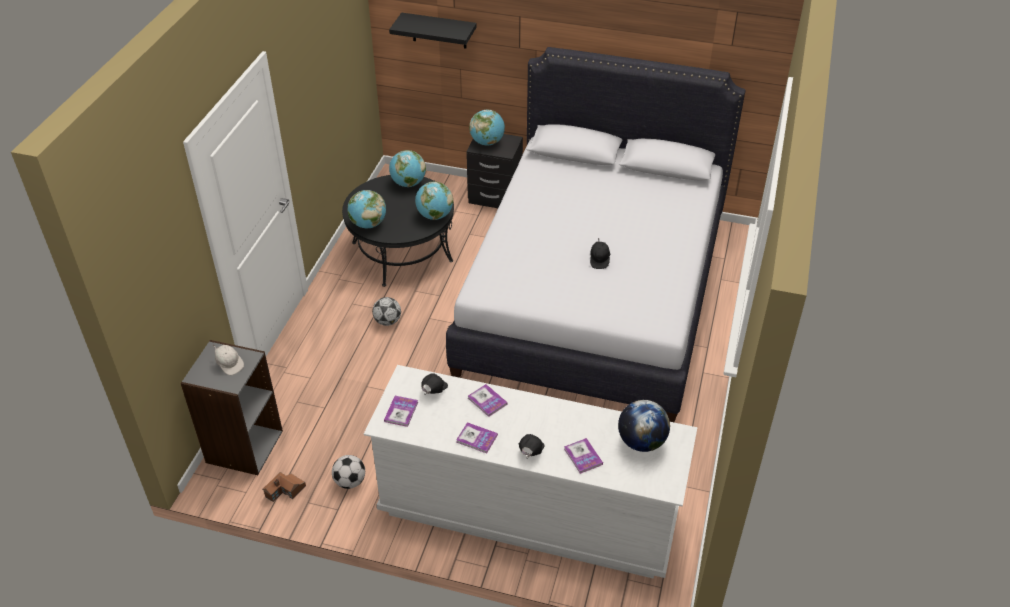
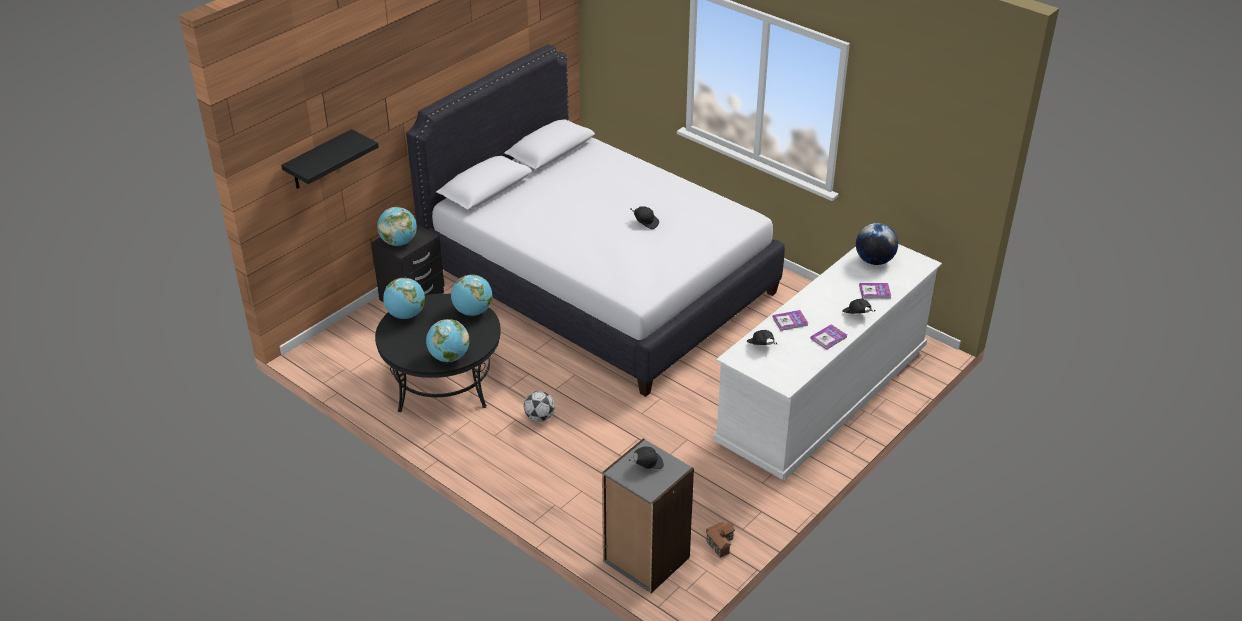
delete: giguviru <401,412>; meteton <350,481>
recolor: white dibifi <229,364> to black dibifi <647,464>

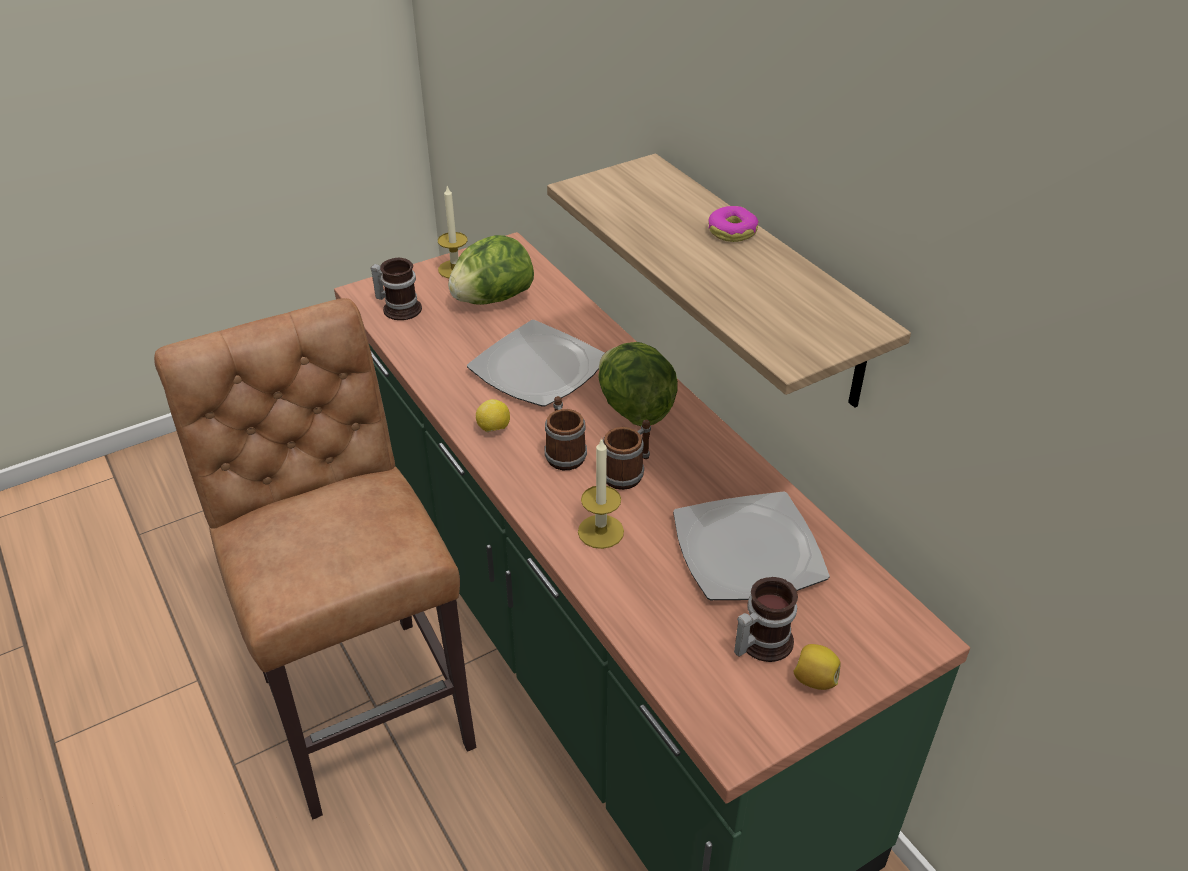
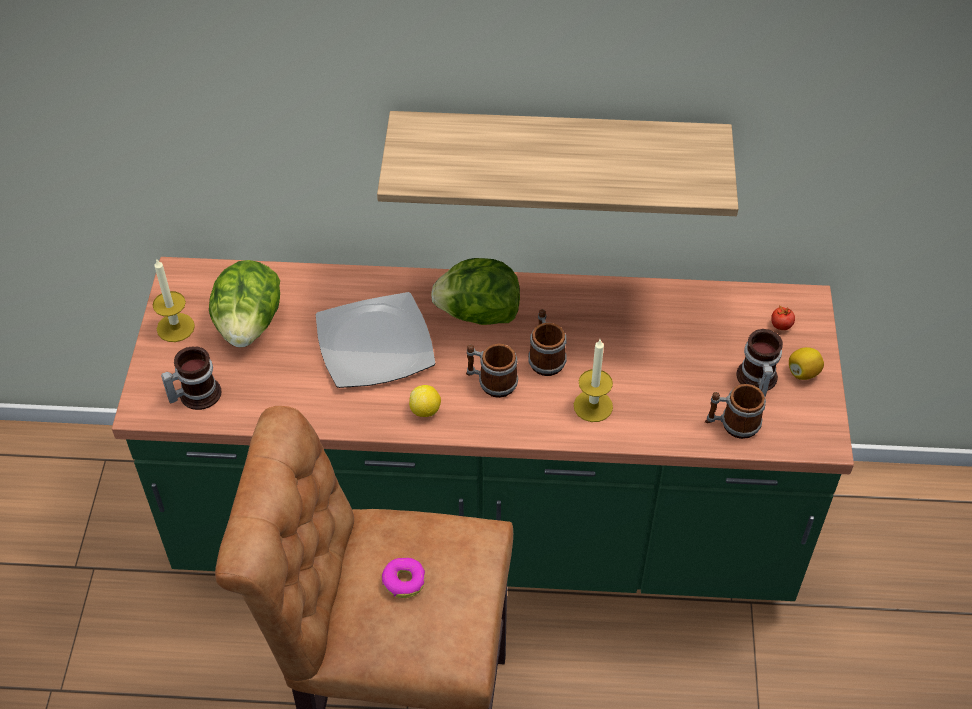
delete: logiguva <749,551>
insert: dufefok <781,325>; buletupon <732,424>
move: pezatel <732,231> to <404,581>

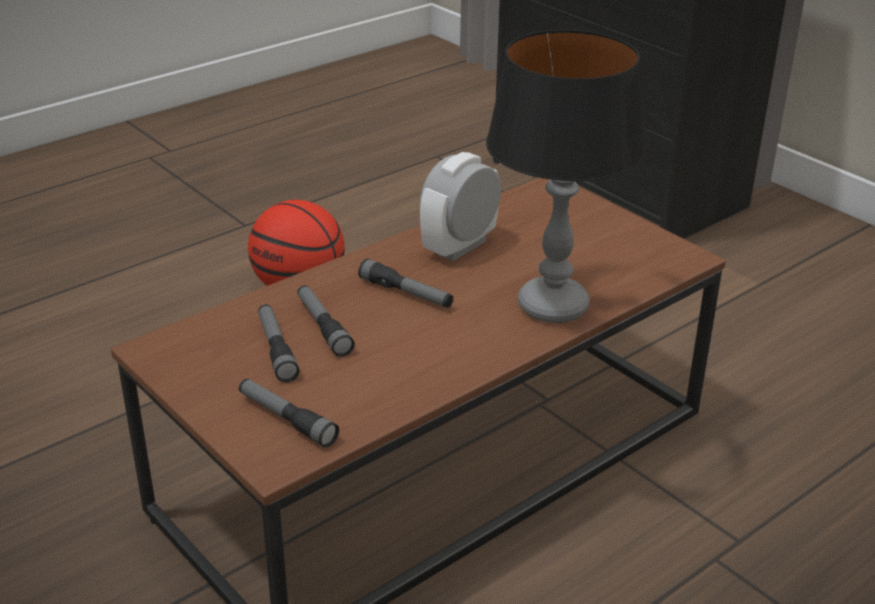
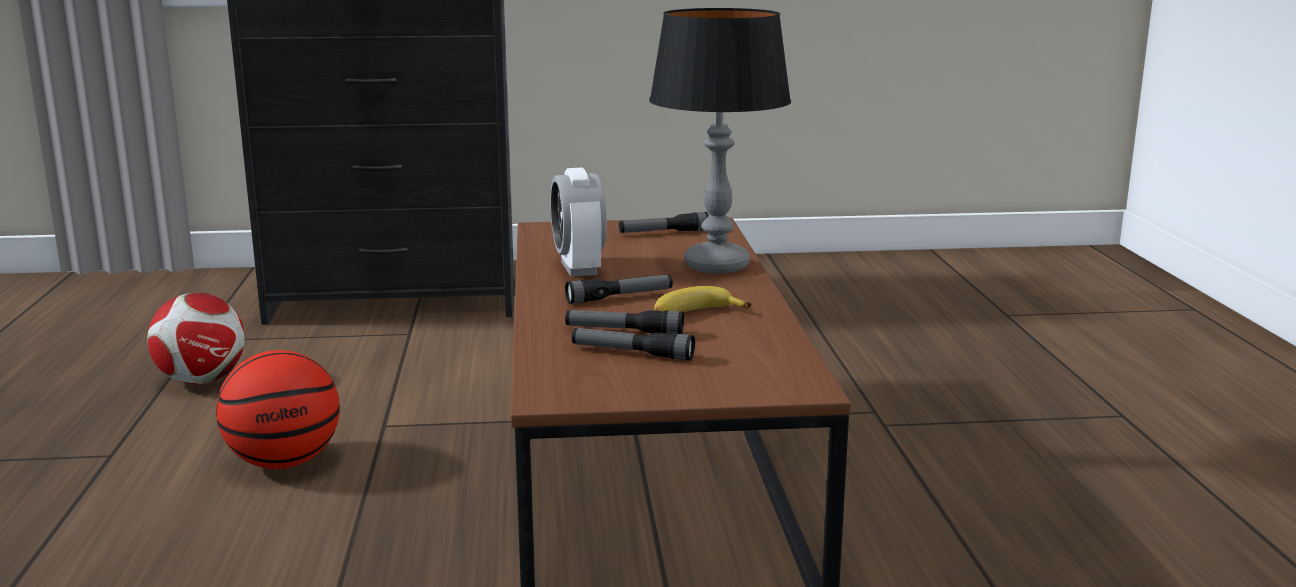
insert: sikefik <695,314>; meteton <201,381>
move: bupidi <286,419> to <663,232>

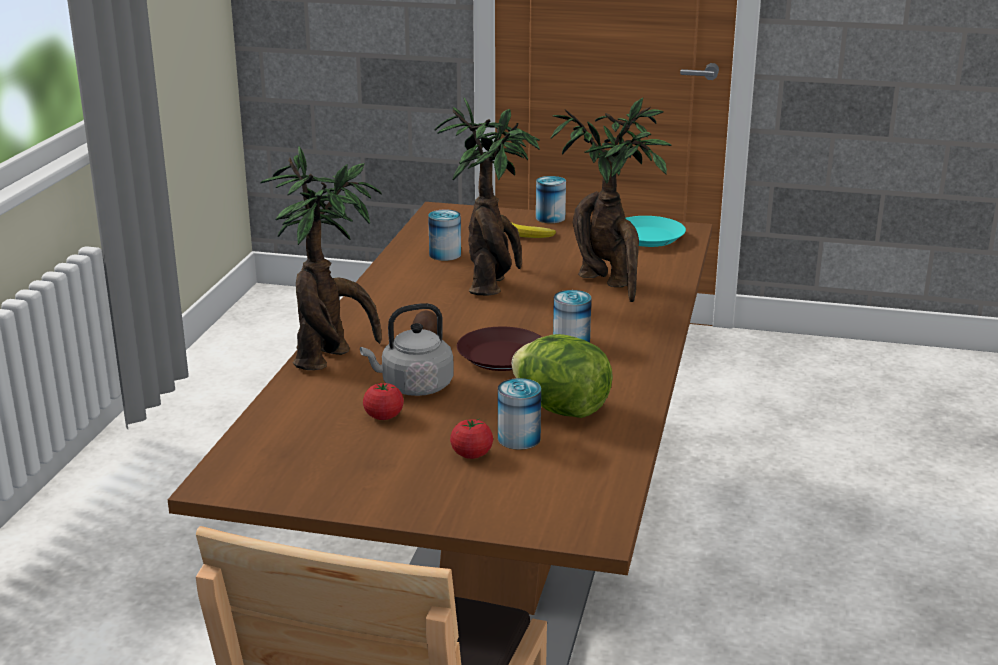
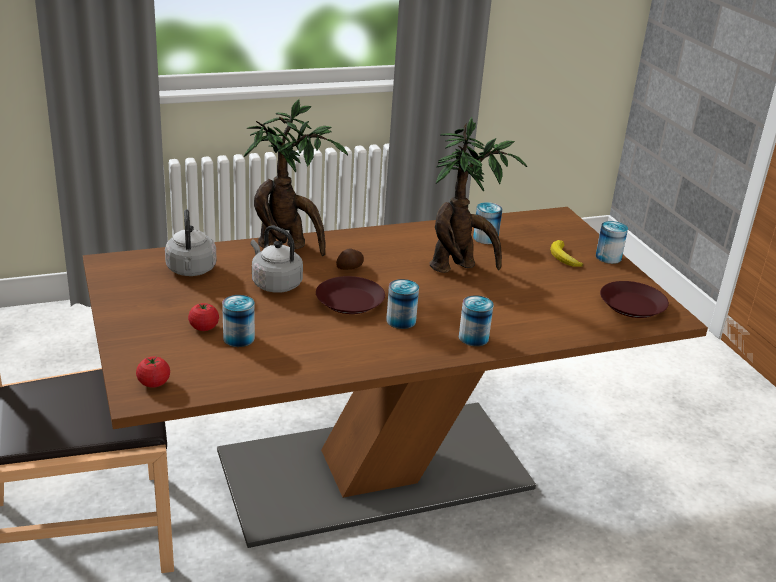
delete: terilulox <609,284>; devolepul <561,409>
insert: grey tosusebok <191,270>; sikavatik <473,338>
move: dufefok <383,416> to <154,383>
recolor: turquoise logiguva <647,237> to brown logiguva <632,305>

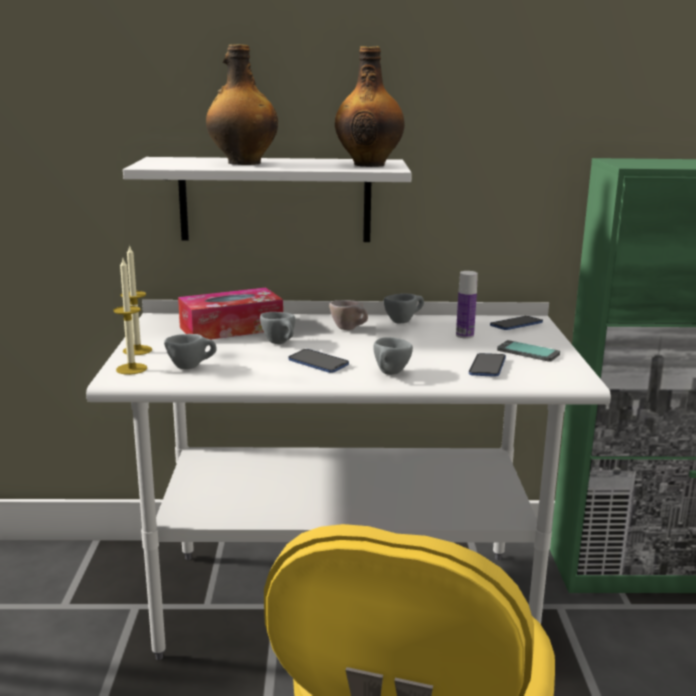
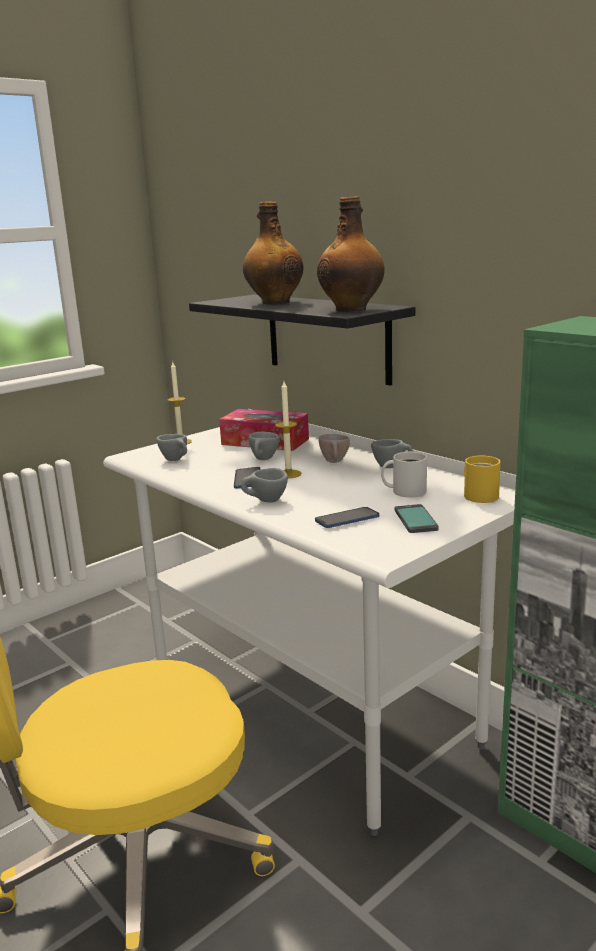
move: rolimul <131,369> to <288,474>
replace: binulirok <464,335> to white buletupon <406,491>; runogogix <516,324> to yellow buletupon <480,495>
recolor: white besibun <275,200> to black besibun <327,337>

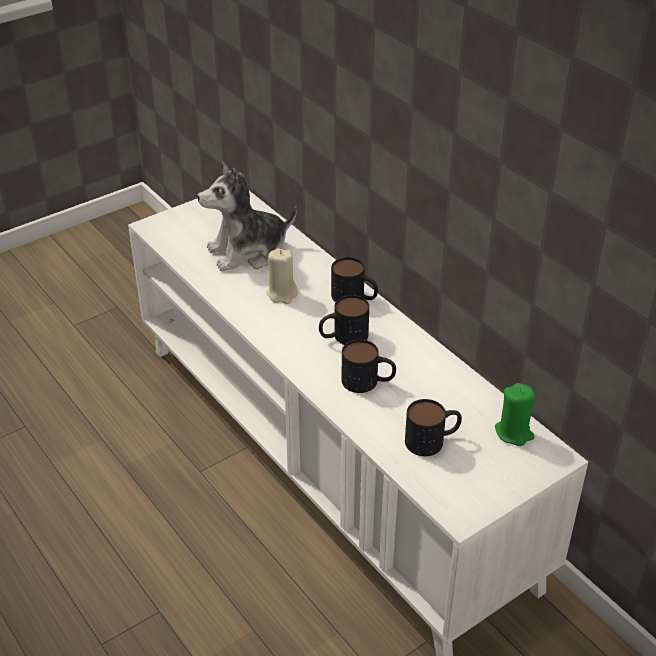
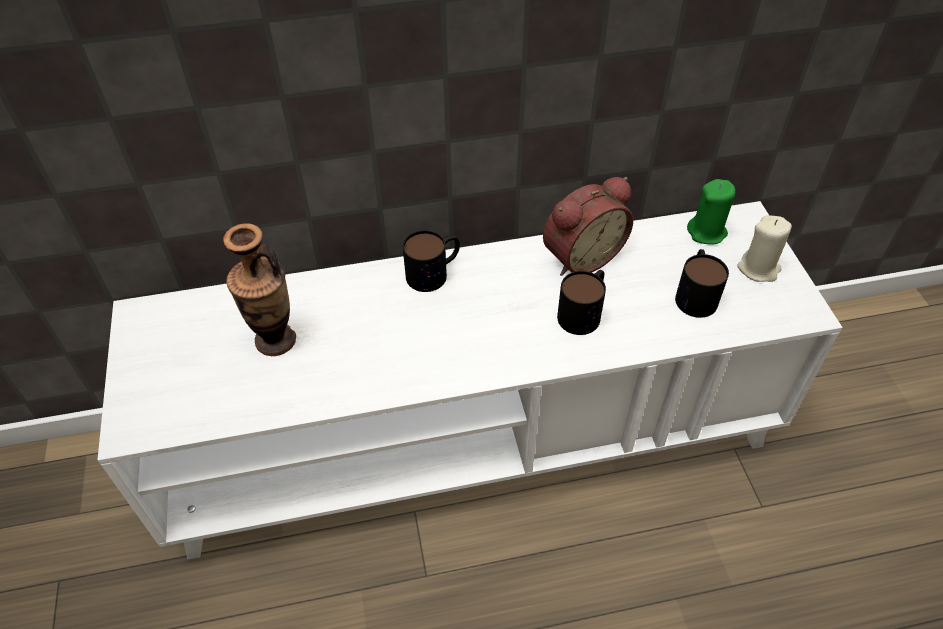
delete: buletupon <343,337>
insert: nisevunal <580,256>
move: beige rolimul <282,294> to <758,269>
replace: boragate <248,252> to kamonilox <275,340>

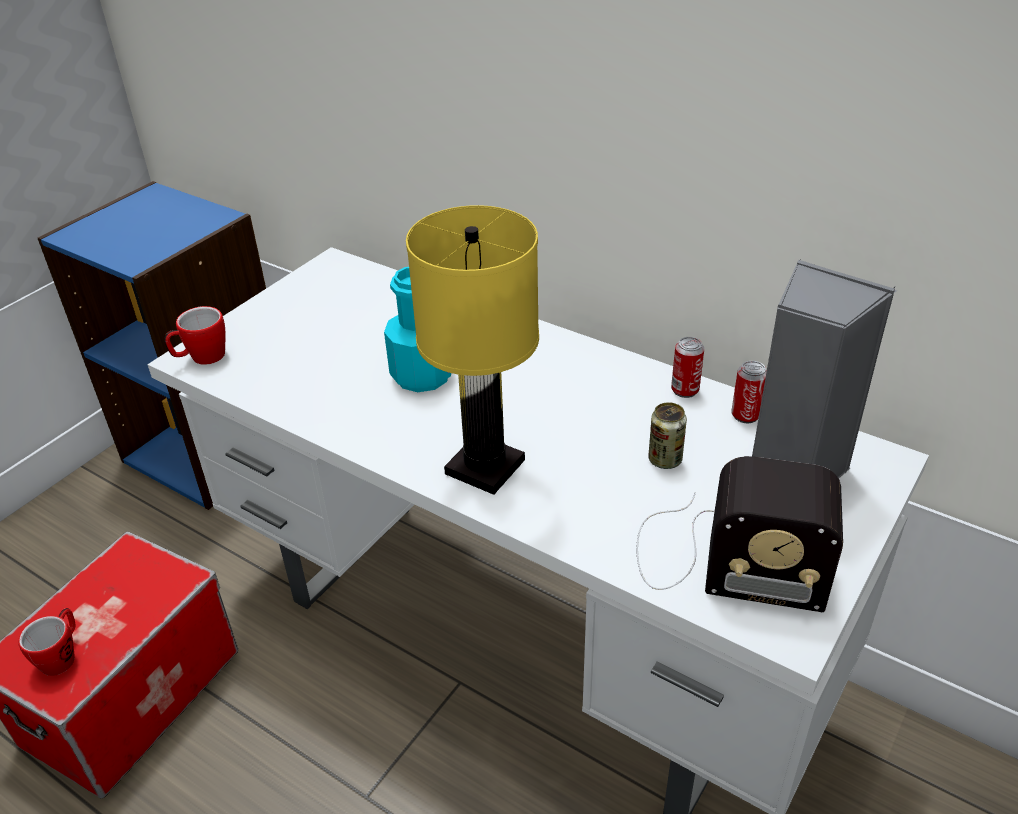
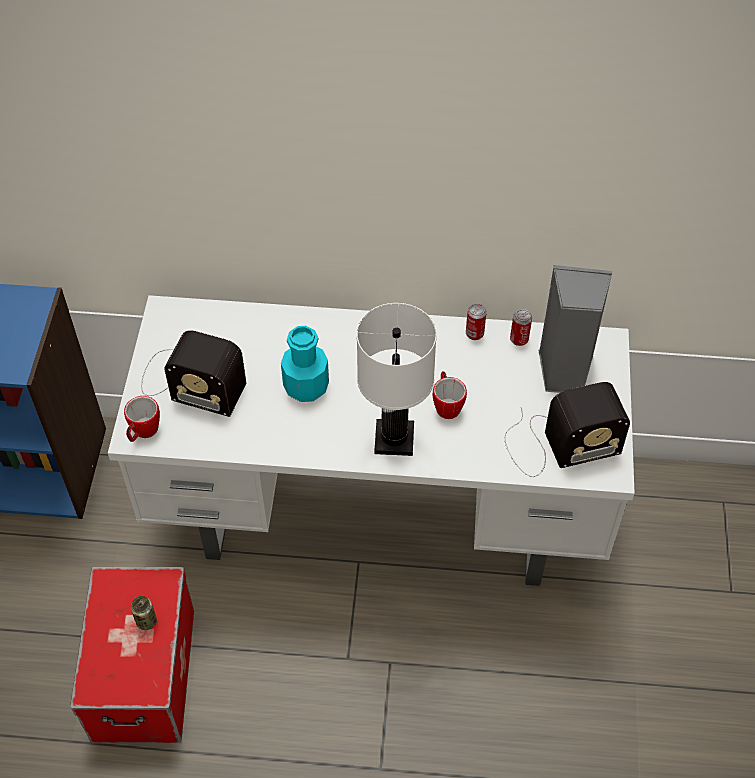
insert: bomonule <189,381>
move: sikavatik <664,460> to <146,621>; buletupon <62,656> to <446,405>
recolor: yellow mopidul <485,468> to white mopidul <395,439>

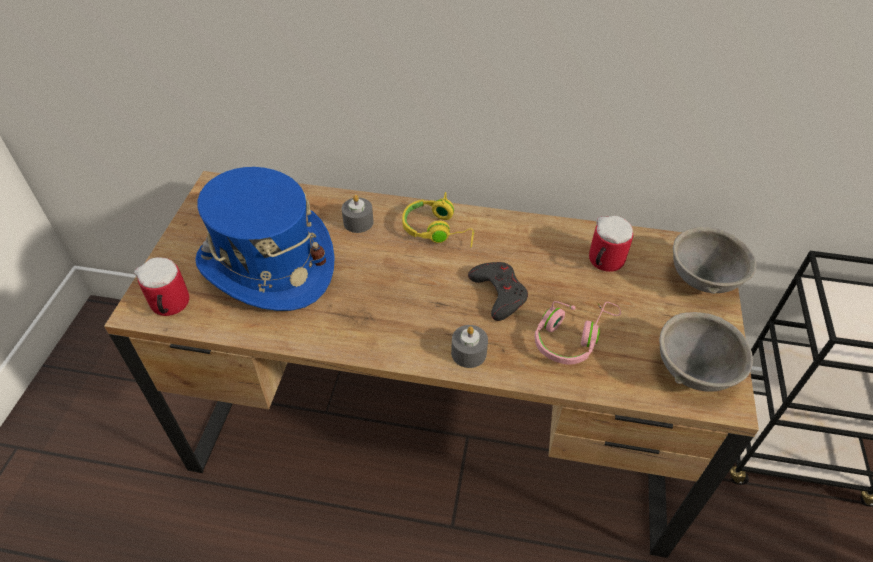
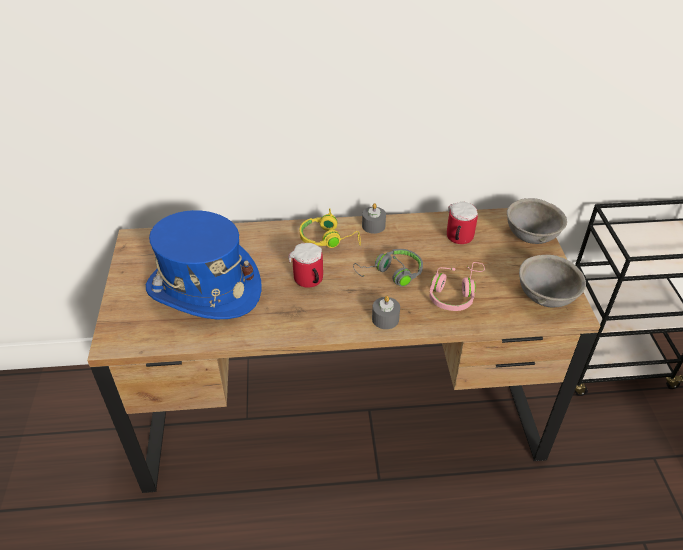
move: grey rolimul <358,222> to <373,226>; buletupon <168,307> to <309,281>
replace: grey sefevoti <498,293> to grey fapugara <391,274>

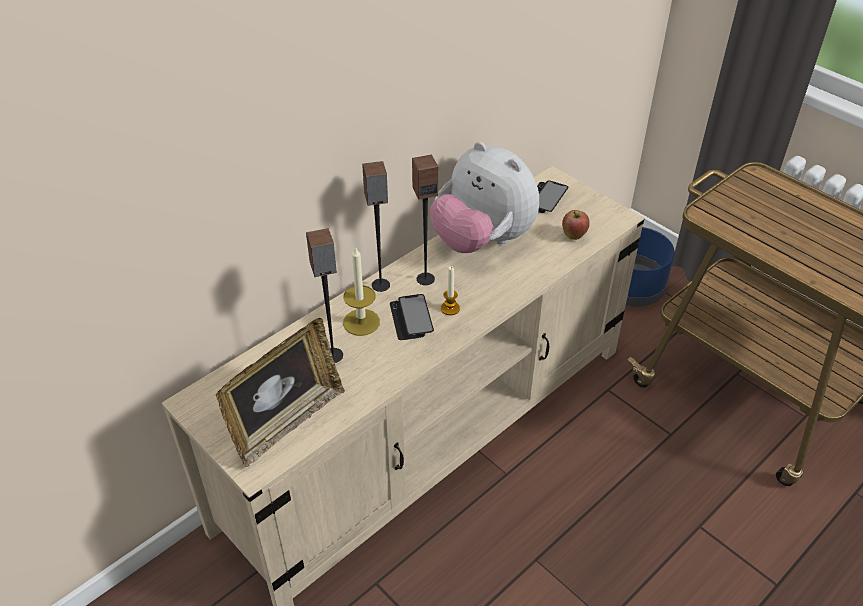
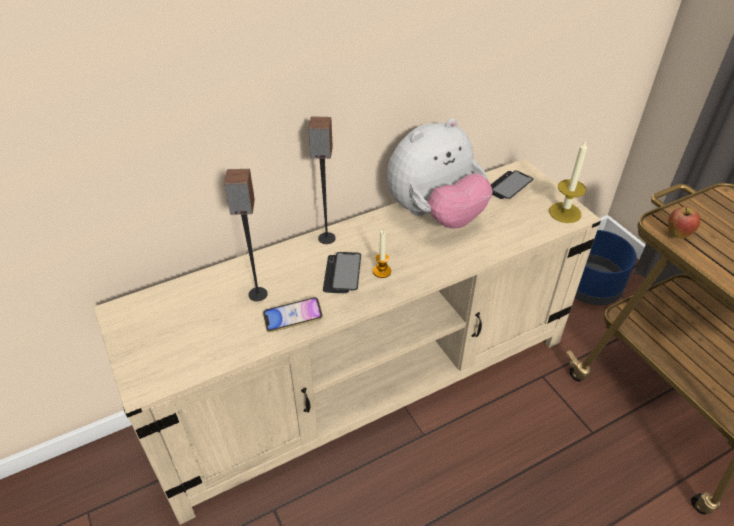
delete: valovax <425,278>; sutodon <286,422>
insert: runogogix <293,317>
move: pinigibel <573,236> to <677,235>; rolimul <361,322> to <565,212>
rotate: boragate <482,241> = <435,215> 90 degrees counterclockwise

